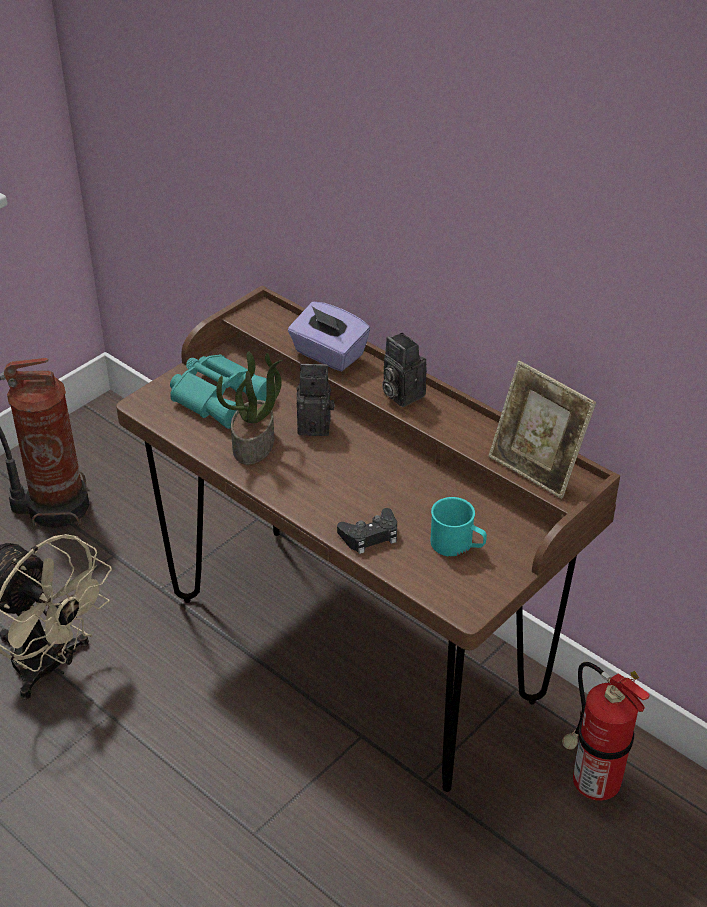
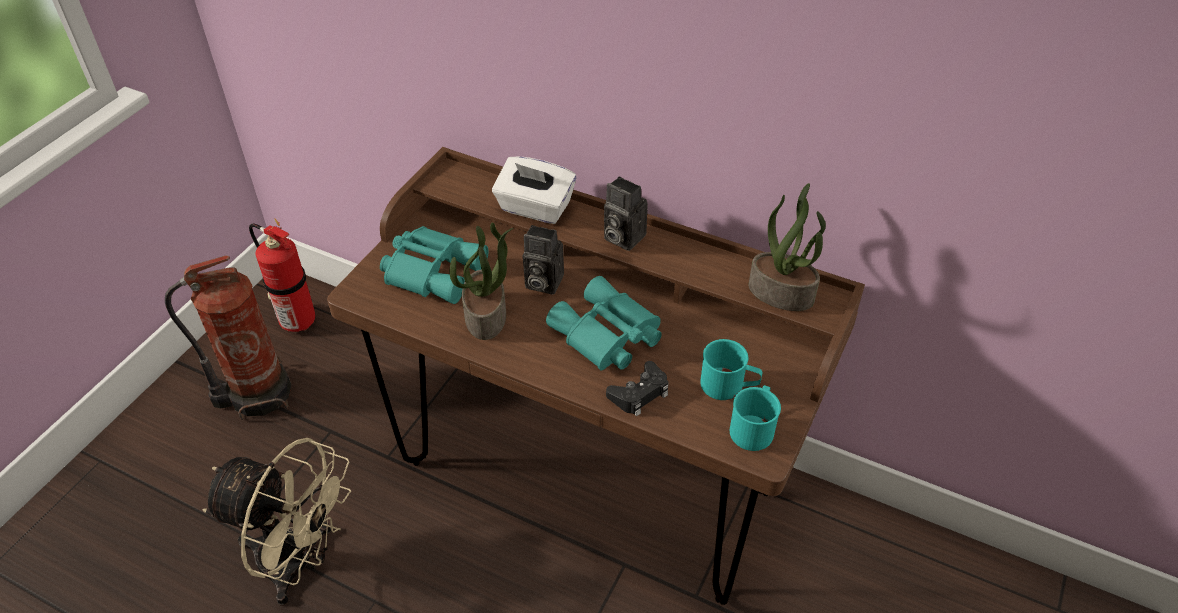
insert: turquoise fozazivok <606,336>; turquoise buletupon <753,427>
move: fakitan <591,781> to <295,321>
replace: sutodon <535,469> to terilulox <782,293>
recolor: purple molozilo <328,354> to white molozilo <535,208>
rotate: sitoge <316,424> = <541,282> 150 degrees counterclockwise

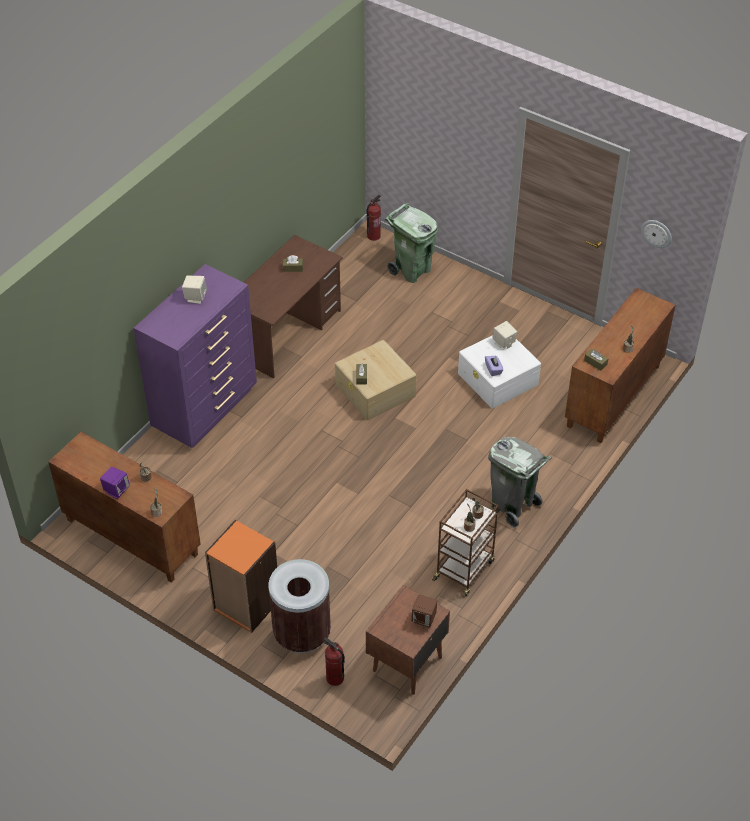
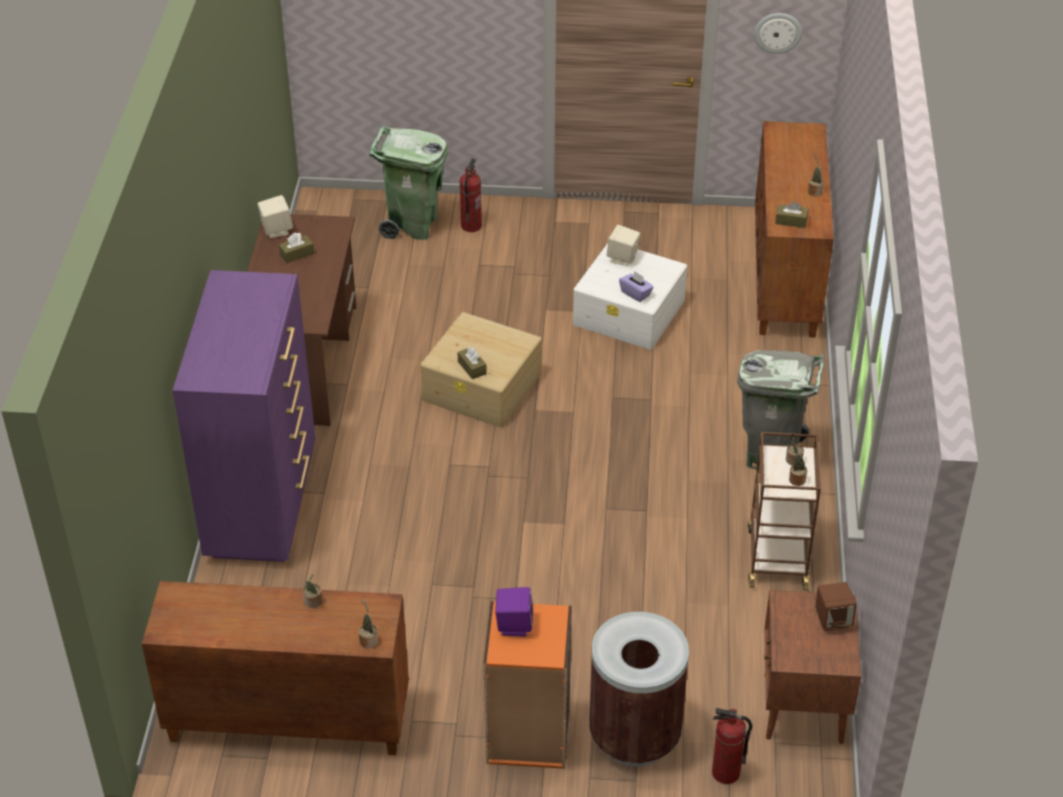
move: fakitan <373,236> to <471,226>; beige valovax <195,297> to <276,230>; purple valovax <116,490> to <514,625>

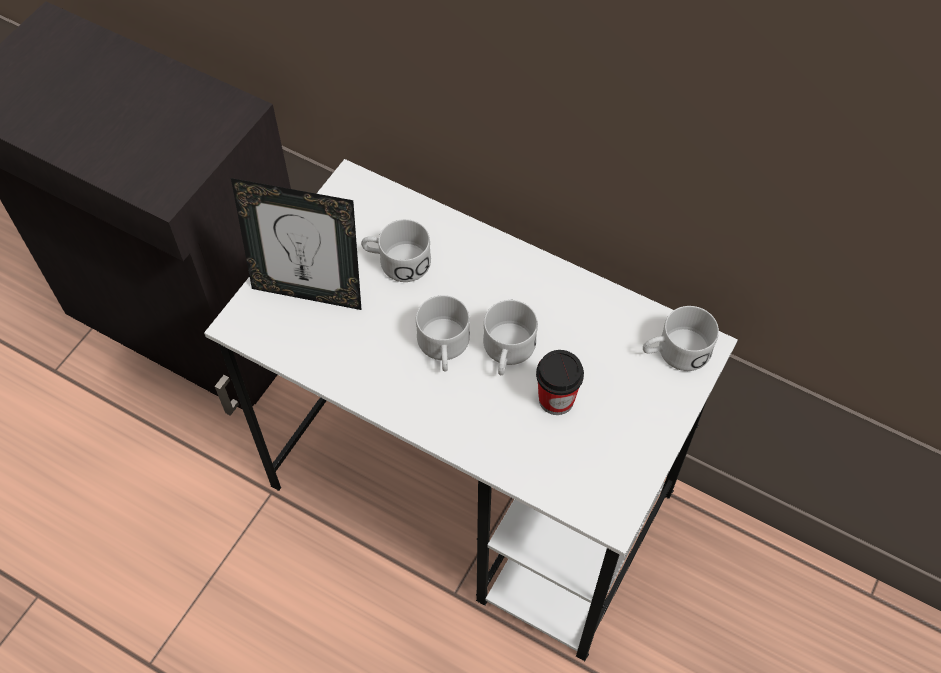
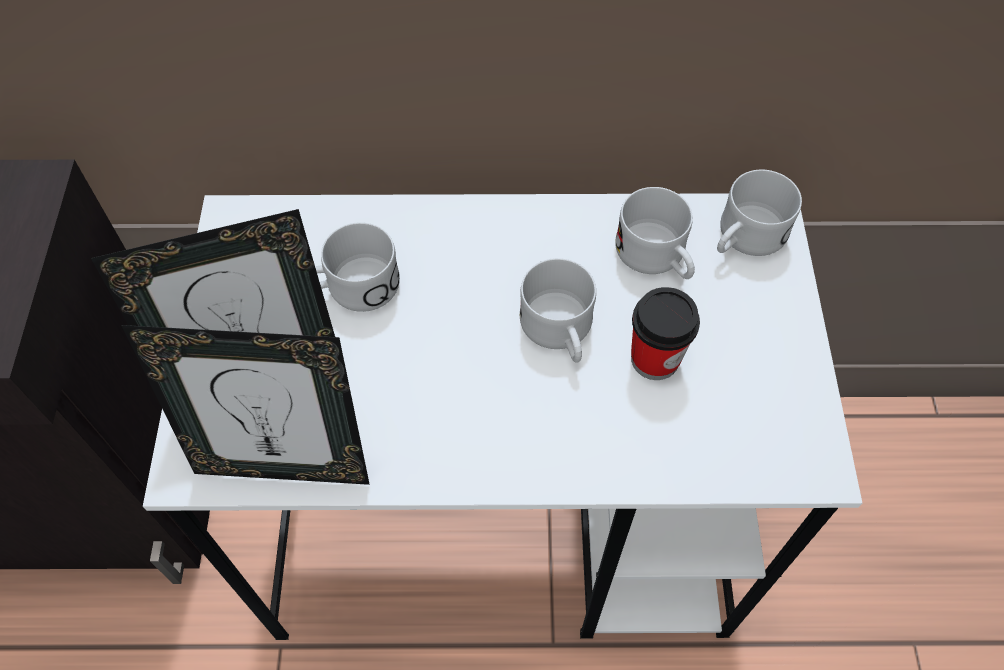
insert: sutodon <284,465>
move: white buletupon <443,348> to <657,258>

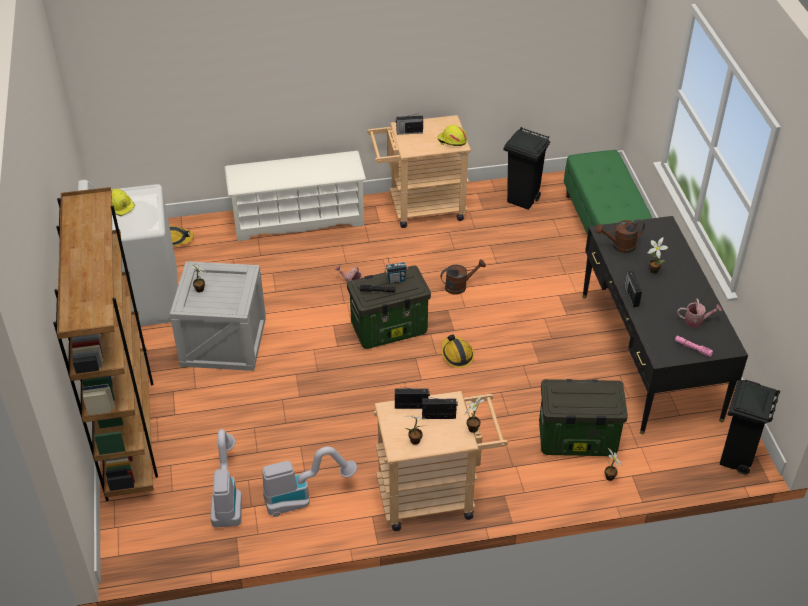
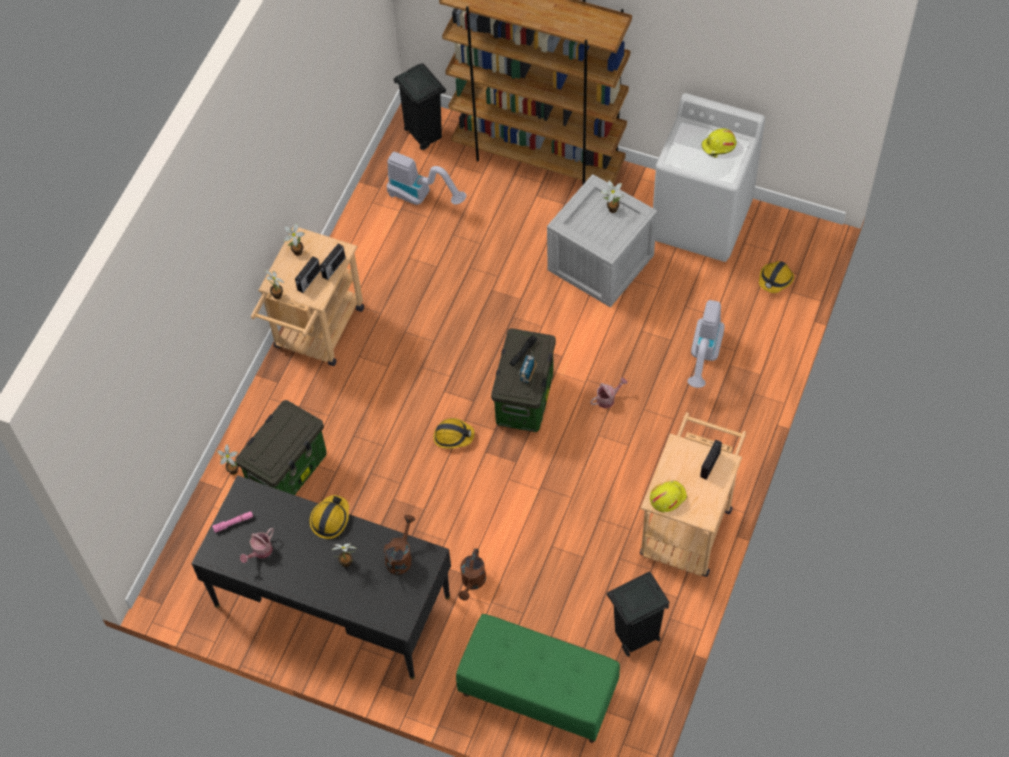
delete: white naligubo <298,219>
move: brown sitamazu <459,286> to <472,582>; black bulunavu <736,459> to <423,135>; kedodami <303,497> to <704,357>
replace: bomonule <631,295> to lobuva <330,519>

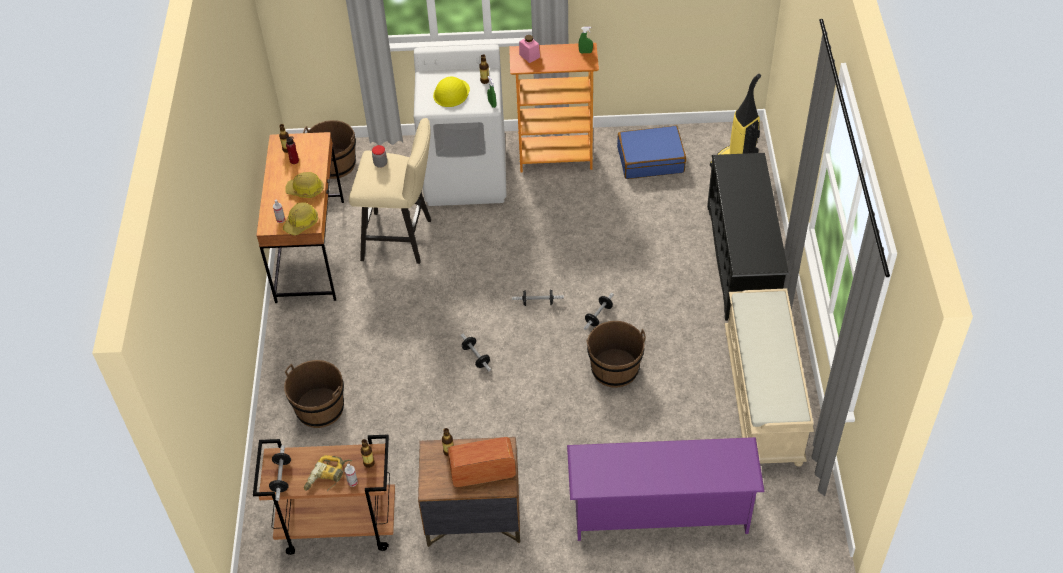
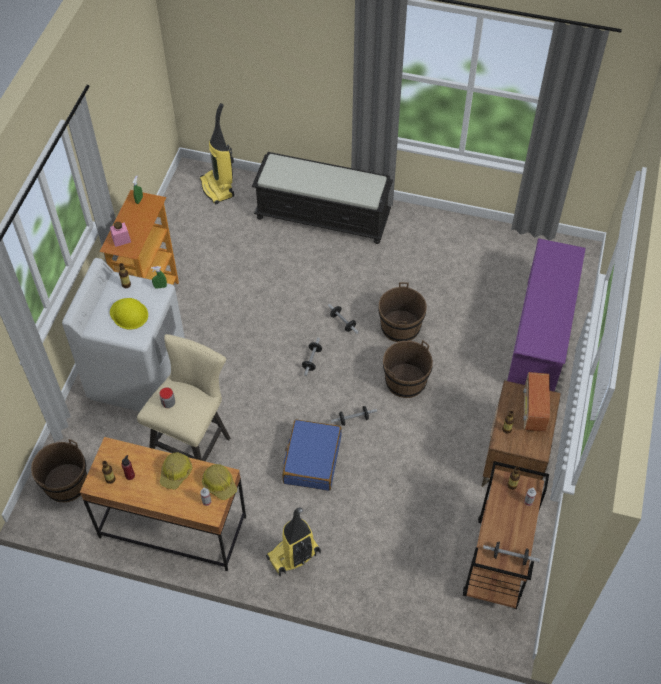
delete: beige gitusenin <764,398>; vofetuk <327,477>
insert: kedodami <294,556>
move: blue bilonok <650,159> to <312,460>; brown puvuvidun <320,408> to <405,381>
replace: black naligubo <741,260> to black gitusenin <323,216>

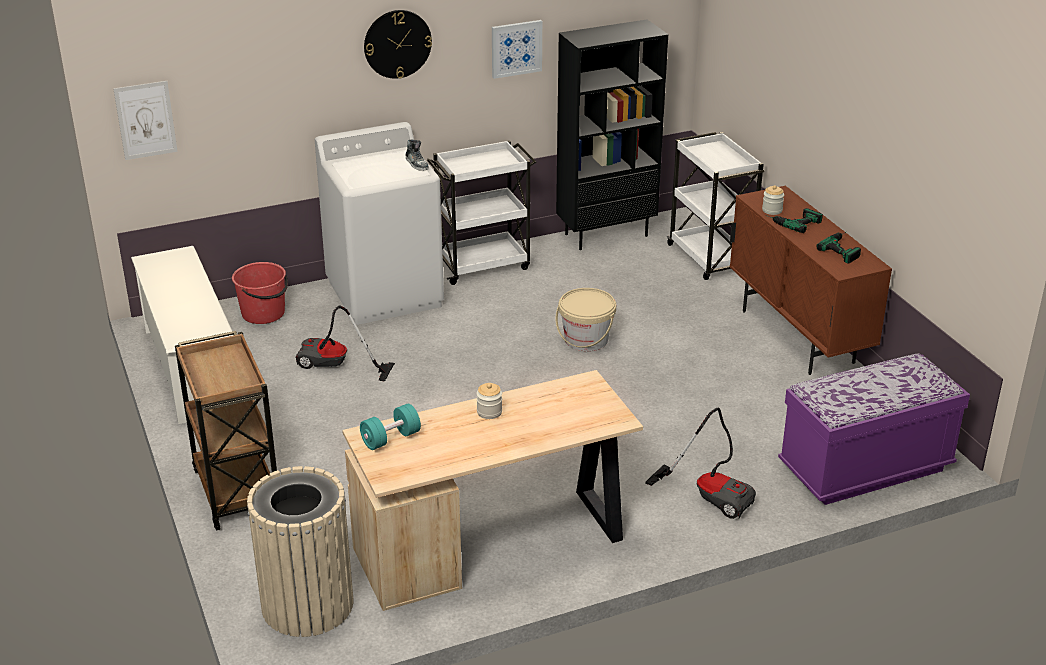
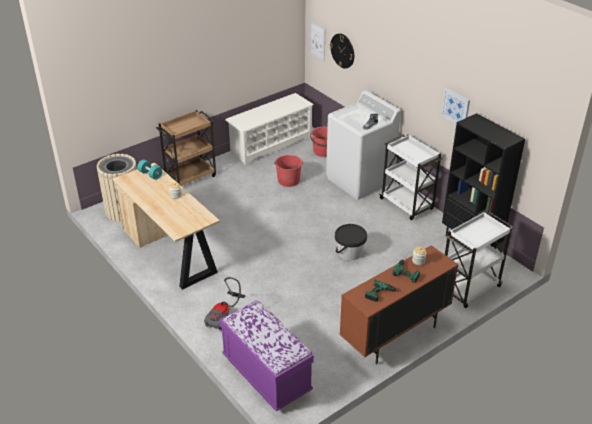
move: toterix <397,44> to <342,50>
replace: kedodami <335,367> to red puvuvidun <288,180>
recolor: beige puvuvidun <586,339> to black puvuvidun <349,252>

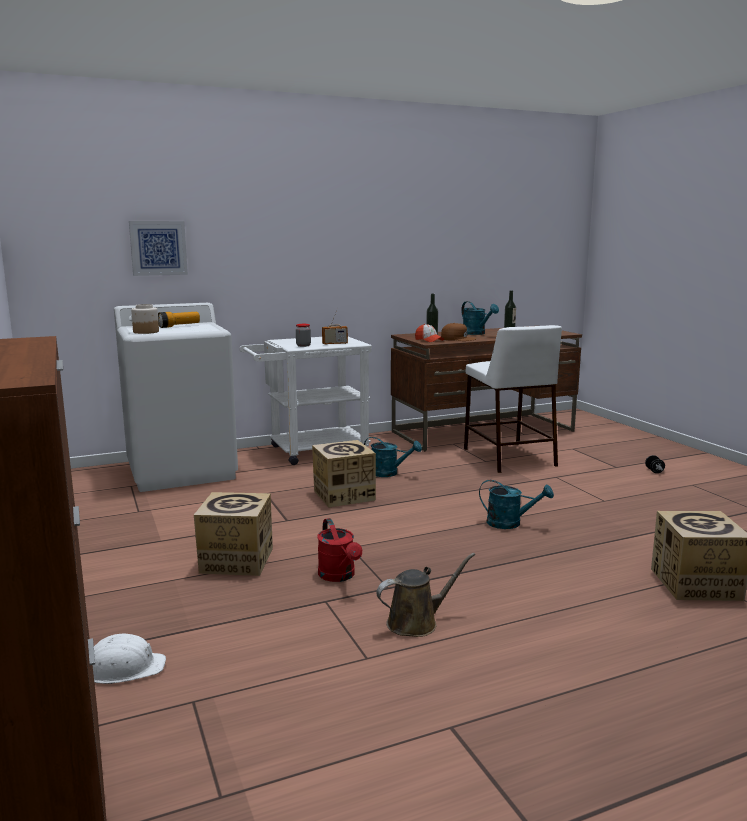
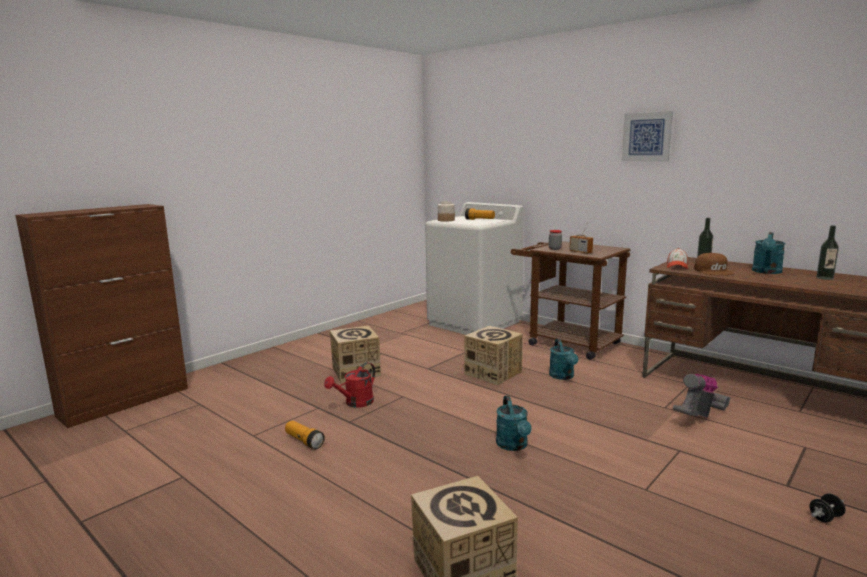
delete: white lobuva <124,668>
move: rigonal <158,248> to <647,137>
replace: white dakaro <508,457> to kedodami <699,415>; brown sitamazu <417,622> to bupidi <304,441>
recolor: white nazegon <309,452> to brown nazegon <566,342>

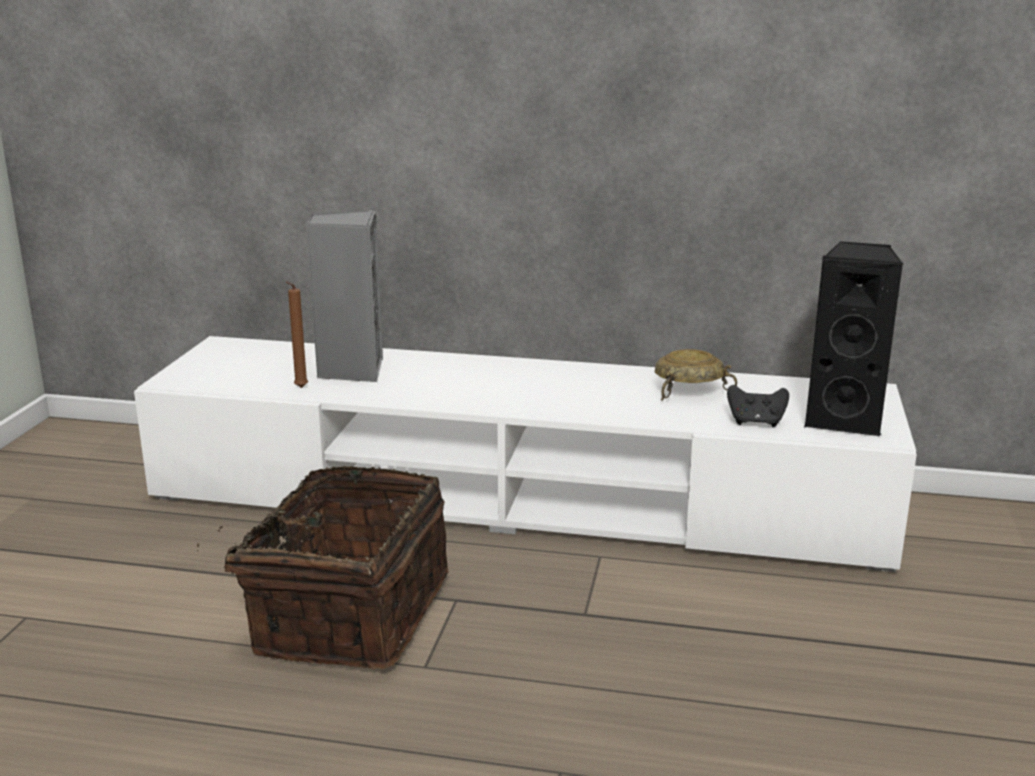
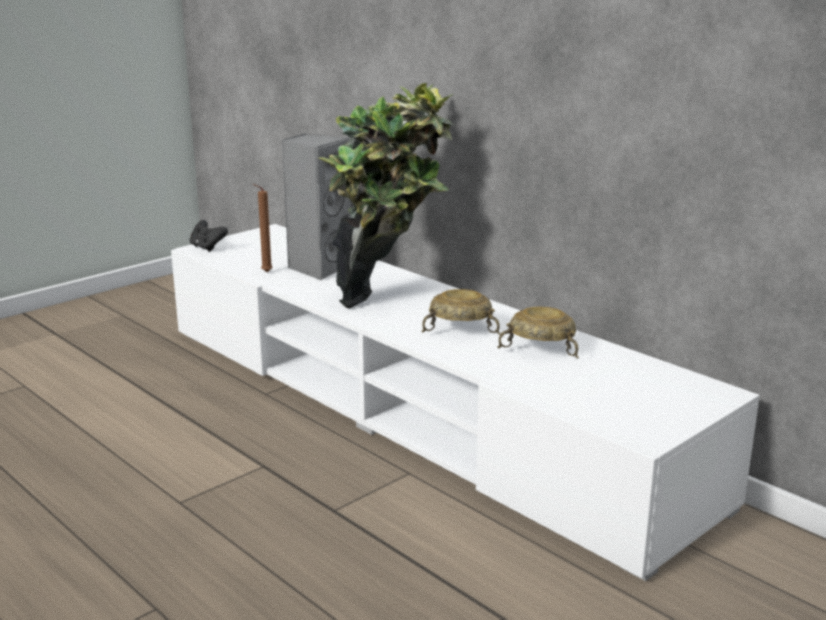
delete: black valovax <844,420>; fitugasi <347,613>
insert: terilulox <387,298>; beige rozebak <461,329>
move: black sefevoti <756,422> to <207,248>

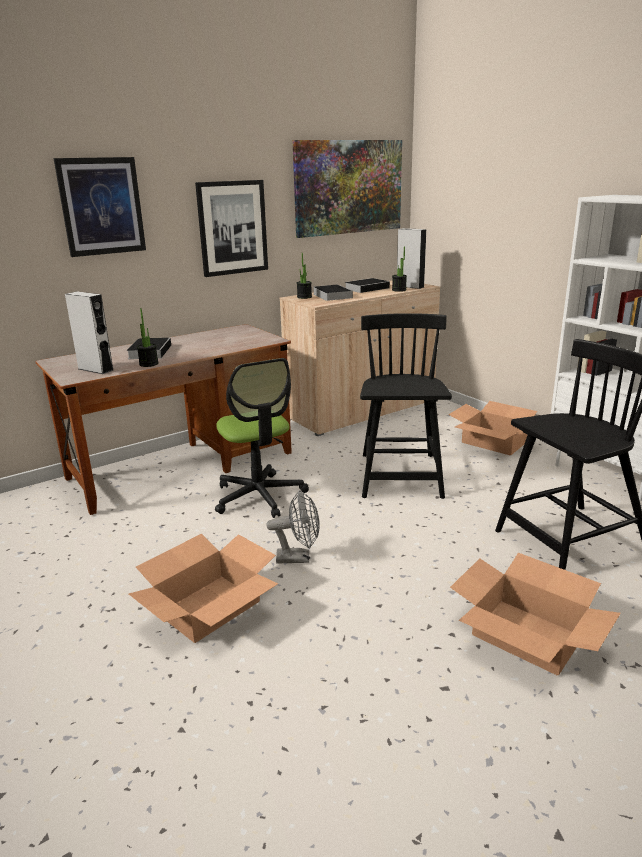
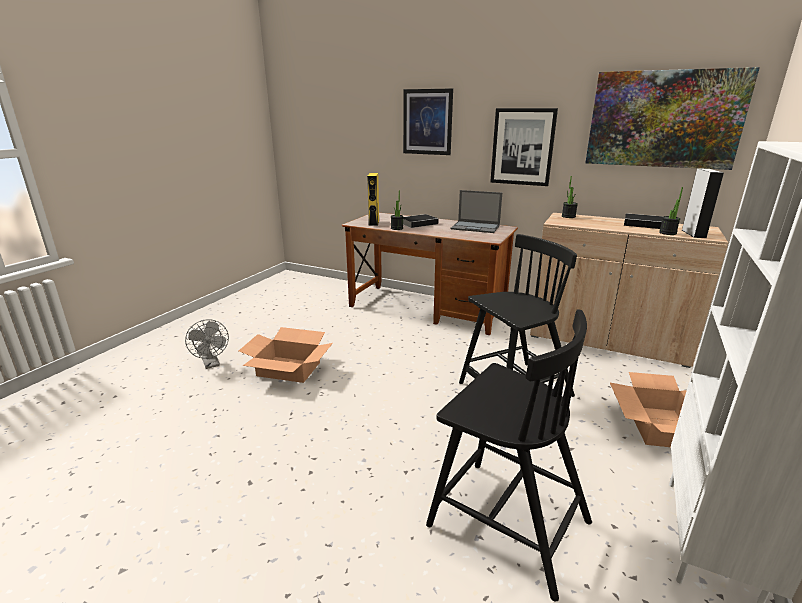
delete: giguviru <331,295>; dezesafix <259,496>; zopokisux <527,635>
insert: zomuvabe <476,227>
move: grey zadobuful <299,557> to <212,364>
recolor: grey valovax <95,369> to yellow valovax <374,223>

